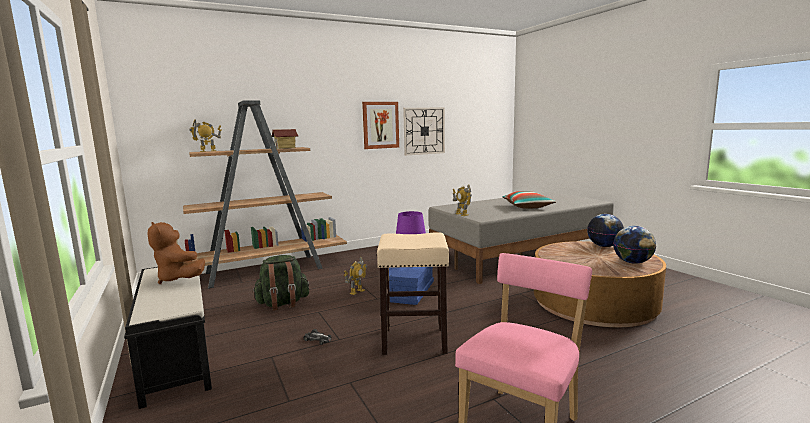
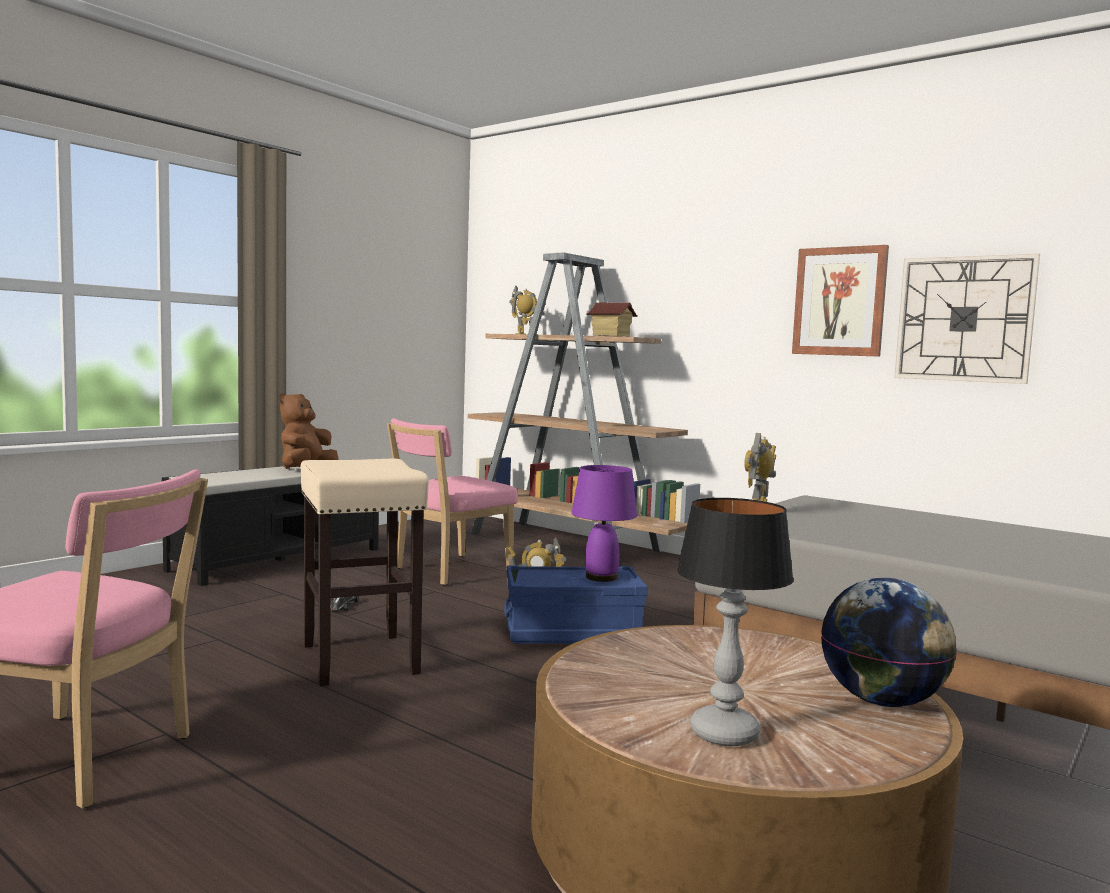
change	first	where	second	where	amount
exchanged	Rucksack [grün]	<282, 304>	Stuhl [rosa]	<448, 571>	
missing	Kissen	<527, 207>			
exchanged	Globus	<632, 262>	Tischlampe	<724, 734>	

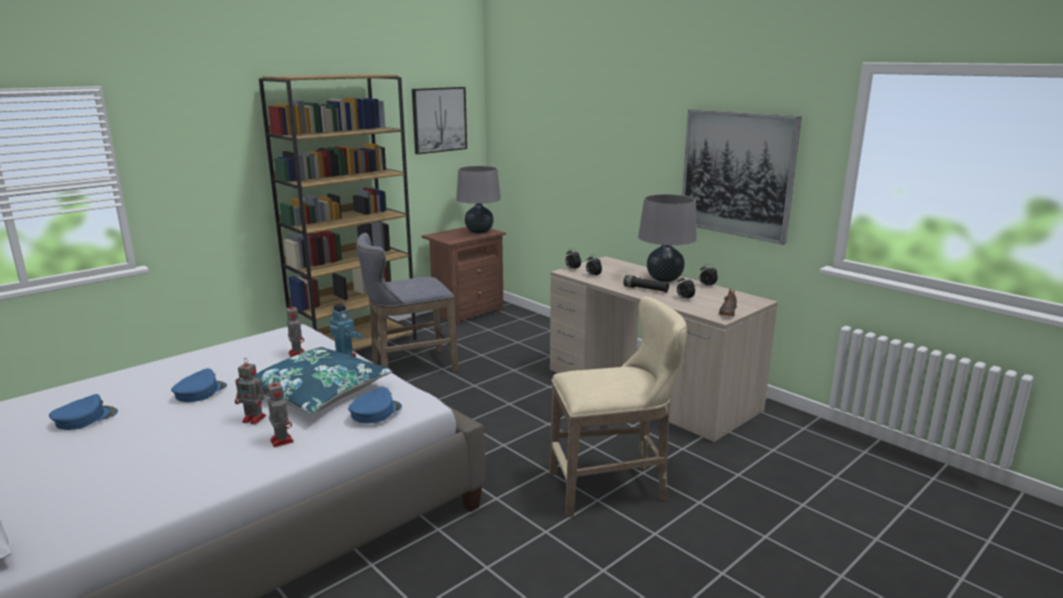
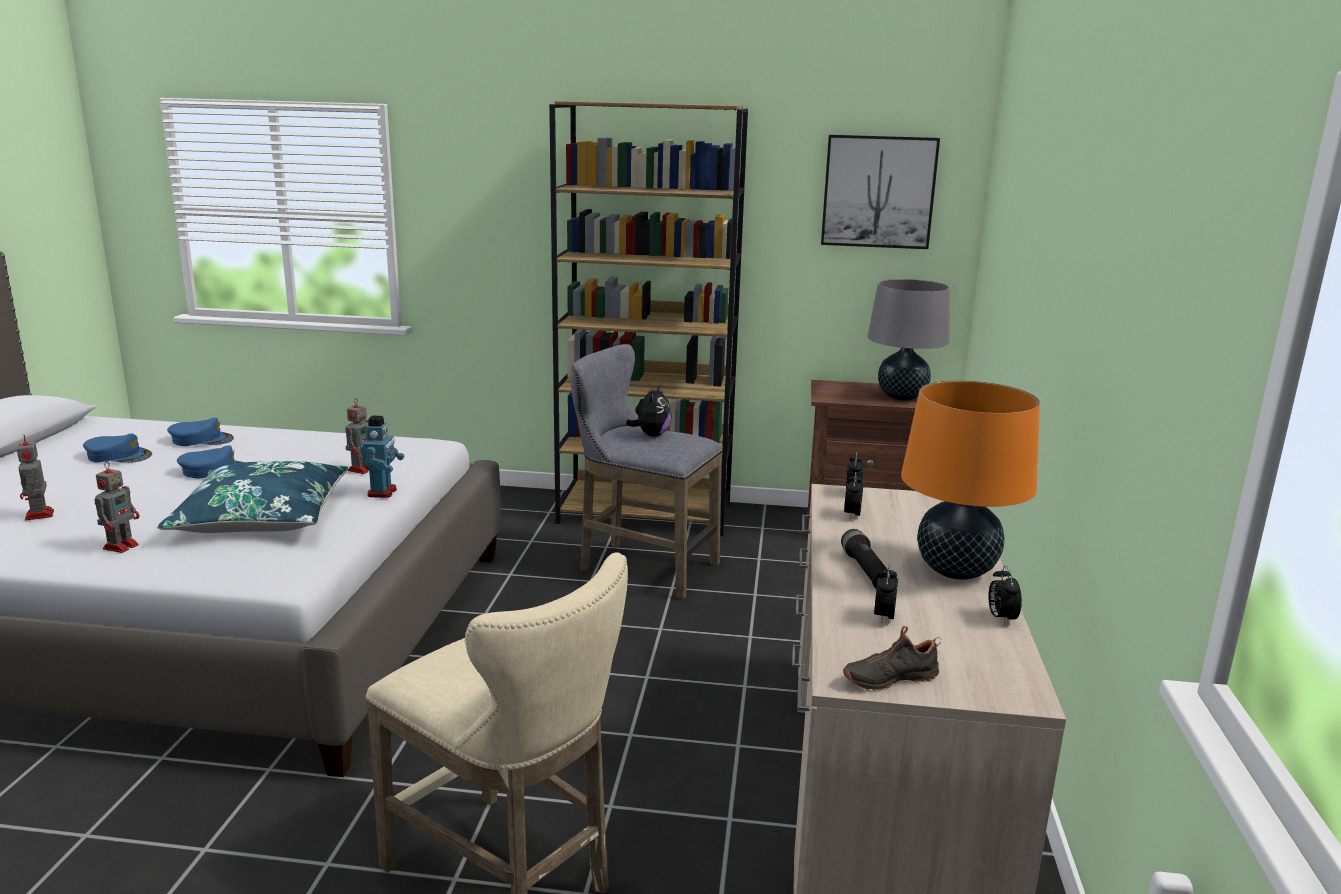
change	first	where	second	where	amount
relocated	Spielzeugroboter	<255, 419>		<39, 515>	
relocated	Kappe [blau]	<375, 412>		<201, 440>	
colour	Tischlampe [grau]	<664, 279>	Tischlampe [orange]	<956, 571>	
missing	Bild	<737, 174>			
appeared			Plüschtier	<651, 435>	

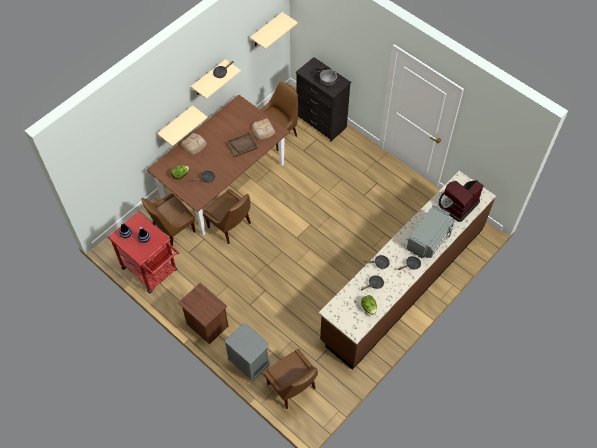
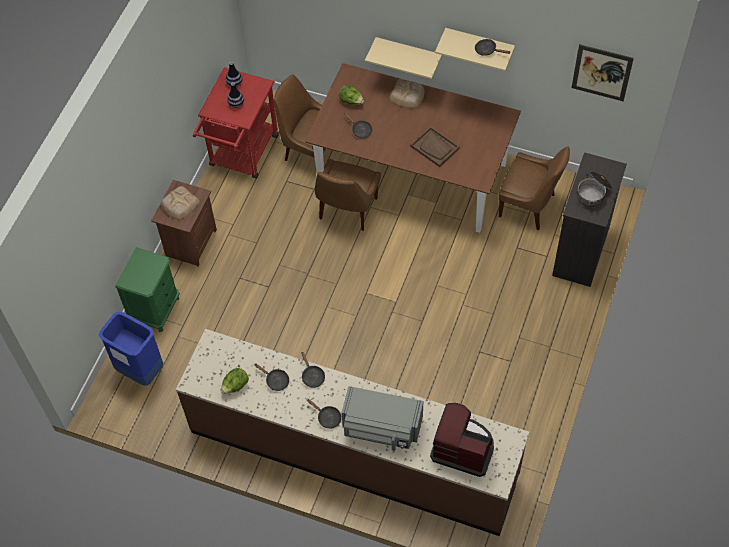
change	first	where	second	where	amount
colour	Nachttisch [grau]	<249, 363>	Nachttisch [grün]	<156, 310>	
exchanged	Wandregal [beige]	<266, 30>	Bild	<601, 72>	
relocated	Brot	<263, 130>		<179, 204>	
exchanged	Stuhl [braun]	<292, 387>	Mülleimer [blau]	<140, 371>	

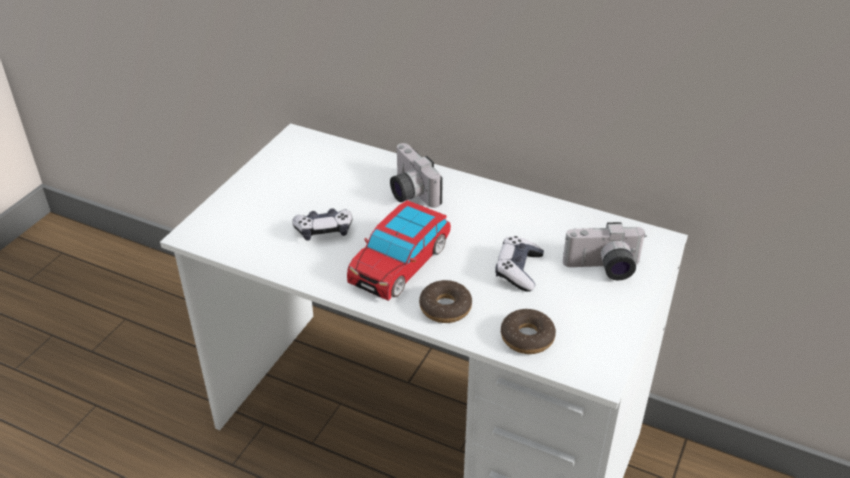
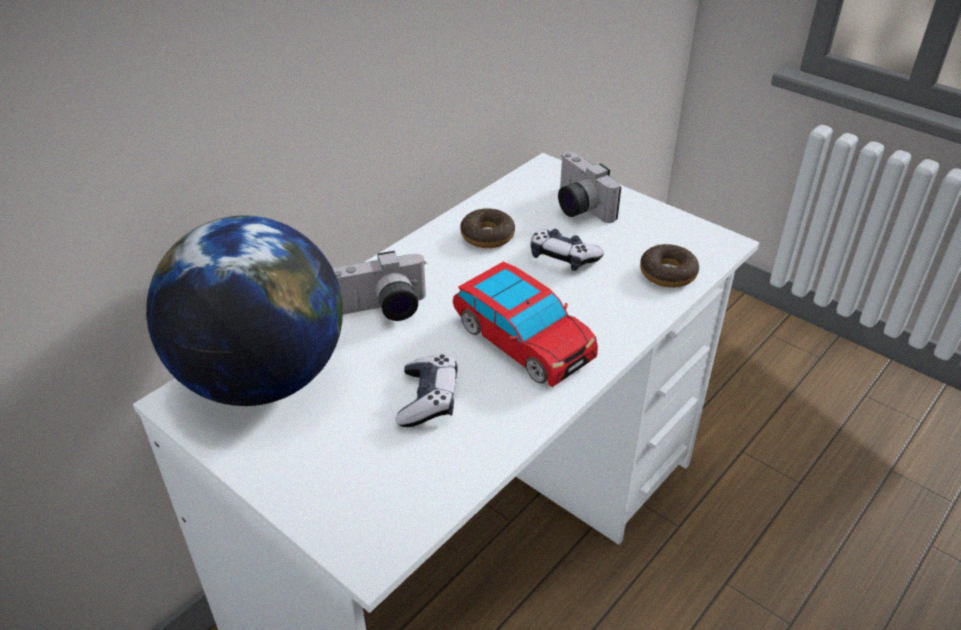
change	first	where	second	where	amount
relocated	Donut	<445, 308>		<487, 236>	
spun	Kamera	<603, 269>		<577, 207>	135 degrees clockwise
appeared			Globus	<262, 379>	

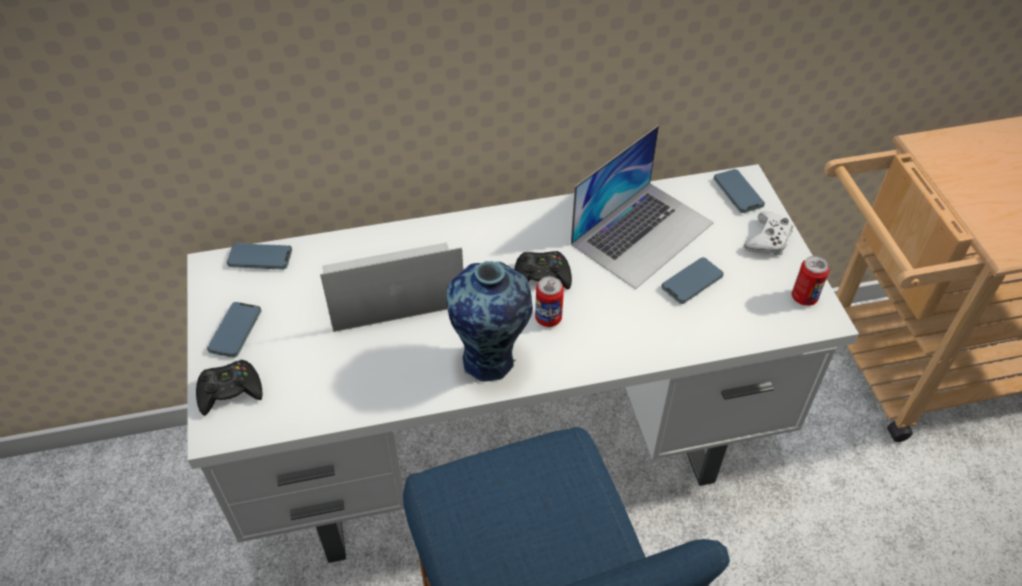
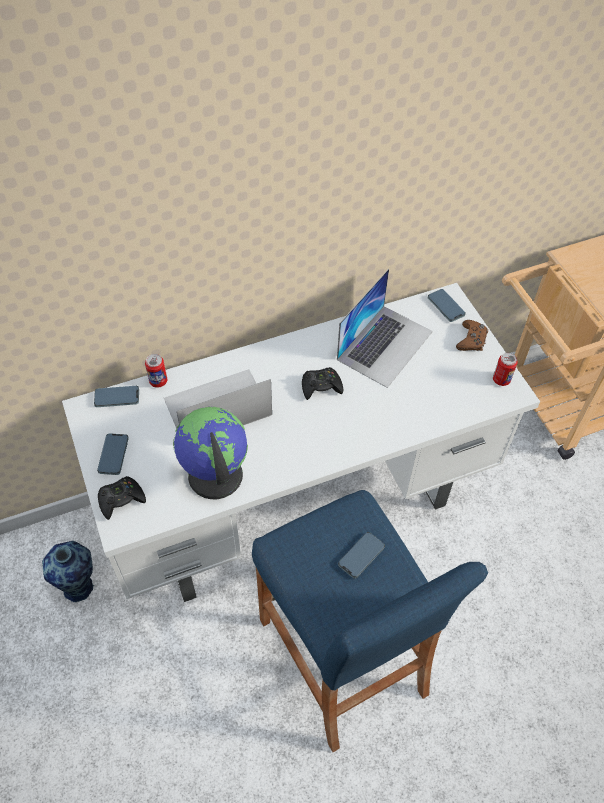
change	first	where	second	where	amount
relocated	Vase	<491, 360>		<80, 587>	
relocated	Dose	<548, 318>		<158, 381>	
relocated	Handy	<692, 282>		<361, 556>	
colour	Gamepad [weiß]	<768, 239>	Gamepad [braun]	<471, 340>	
appeared			Globus	<214, 475>	

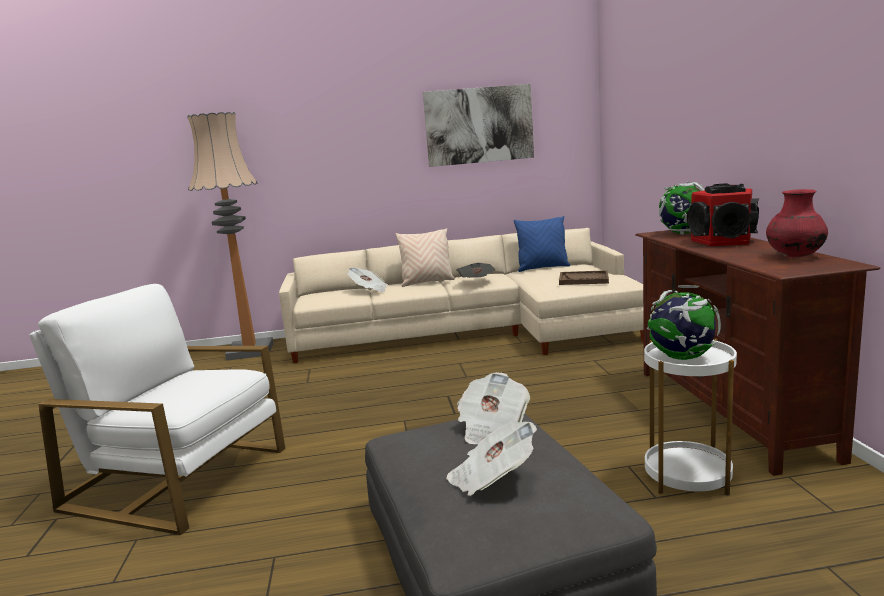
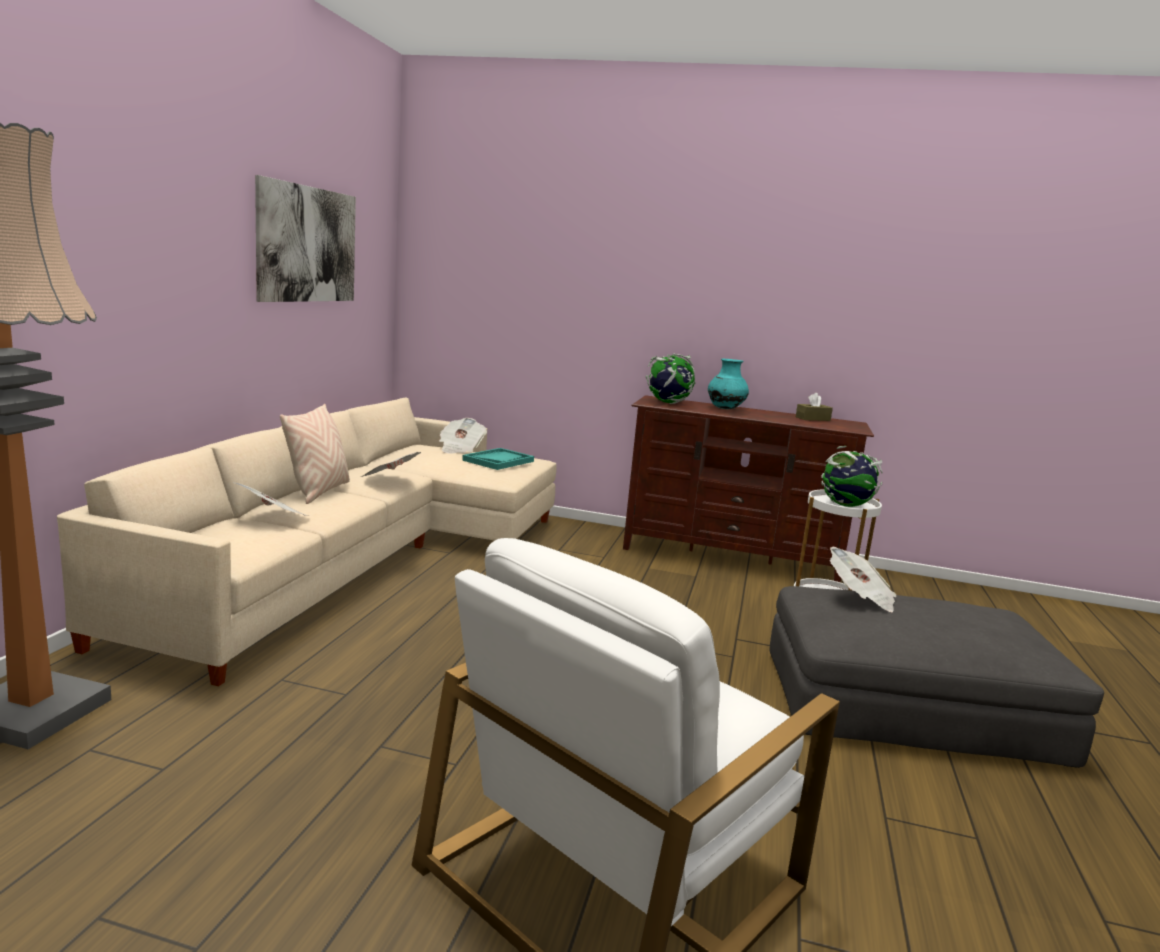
change	first	where	second	where	amount
relocated	Zeitung	<492, 478>		<460, 449>	
missing	Kissen [blau]	<542, 268>			
colour	Tablett [braun]	<584, 279>	Tablett [türkis]	<498, 461>	
exchanged	Lautsprecher	<723, 241>	Vase [türkis]	<725, 409>	
exchanged	Vase [rot]	<794, 256>	Taschentuchbox [braun]	<812, 419>	

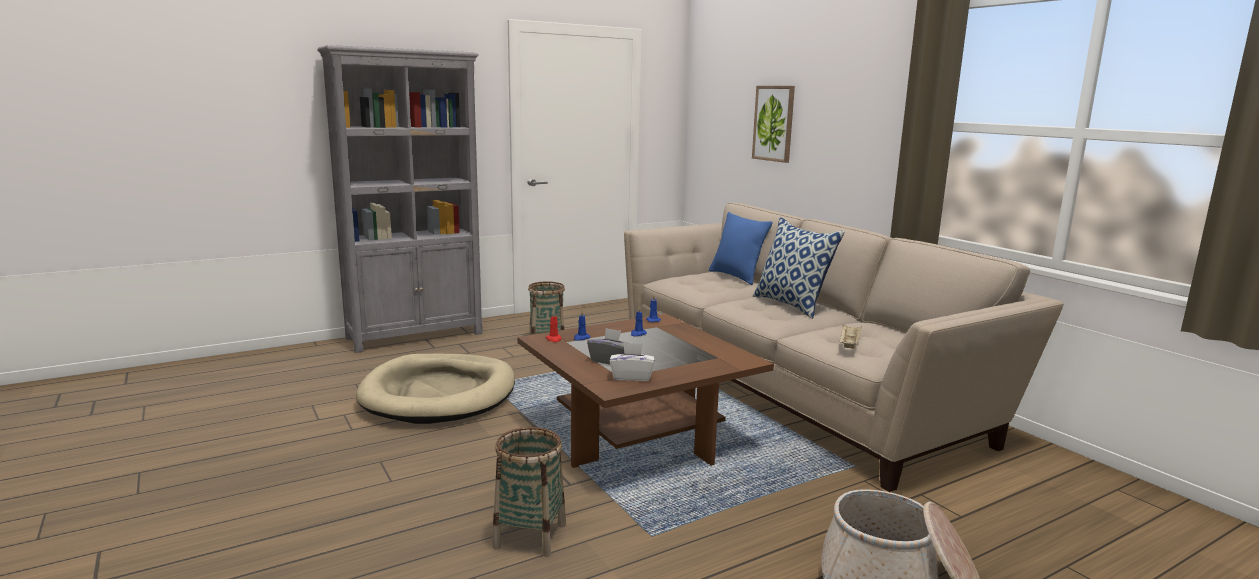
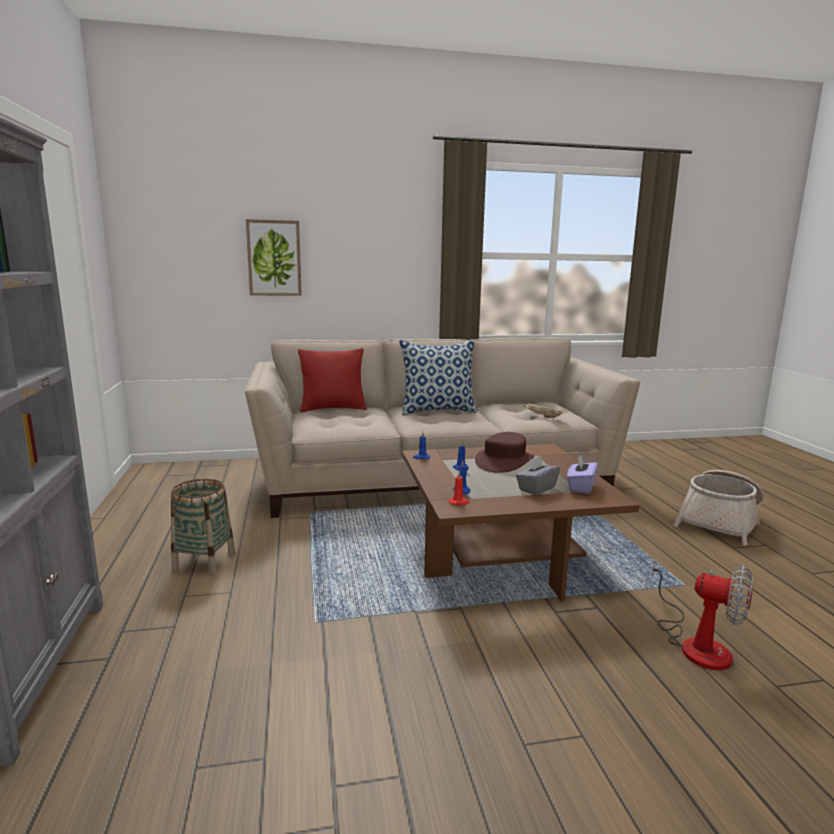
change	first	where	second	where	amount
missing	Hundebett [beige]	<439, 394>			
exchanged	Korb	<530, 535>	Ventilator	<696, 643>	
colour	Taschentuchbox [weiß]	<631, 376>	Taschentuchbox [lila]	<580, 487>	
colour	Kissen [blau]	<736, 276>	Kissen [rot]	<333, 409>	
appeared			Hut [braun]	<504, 461>	

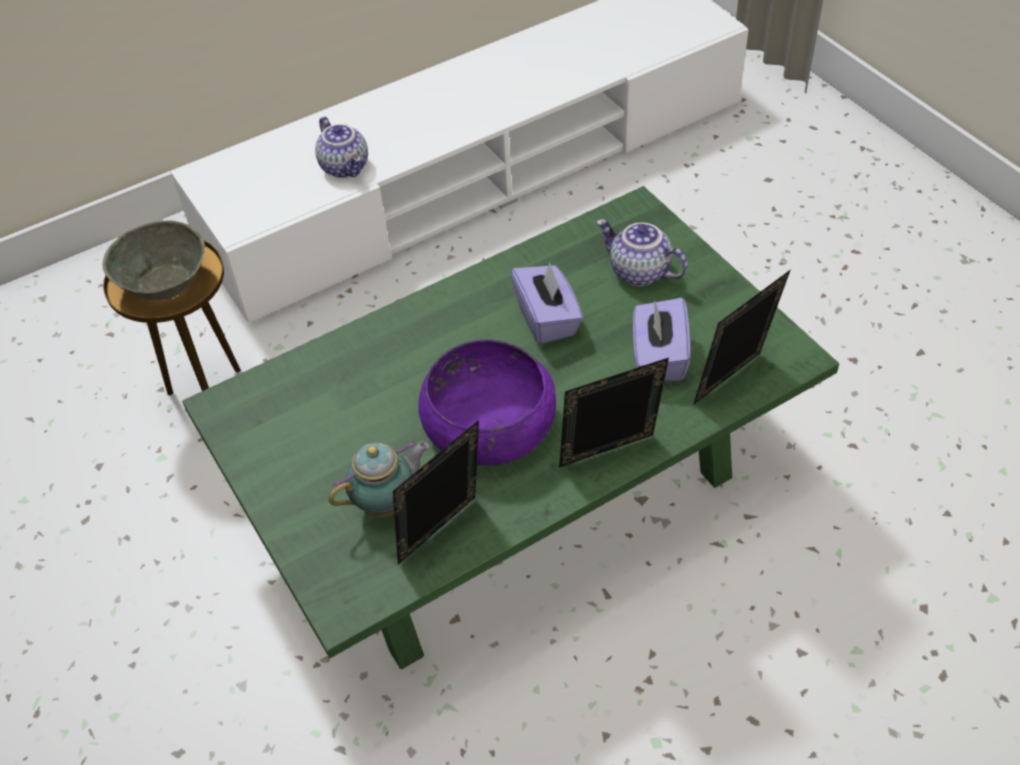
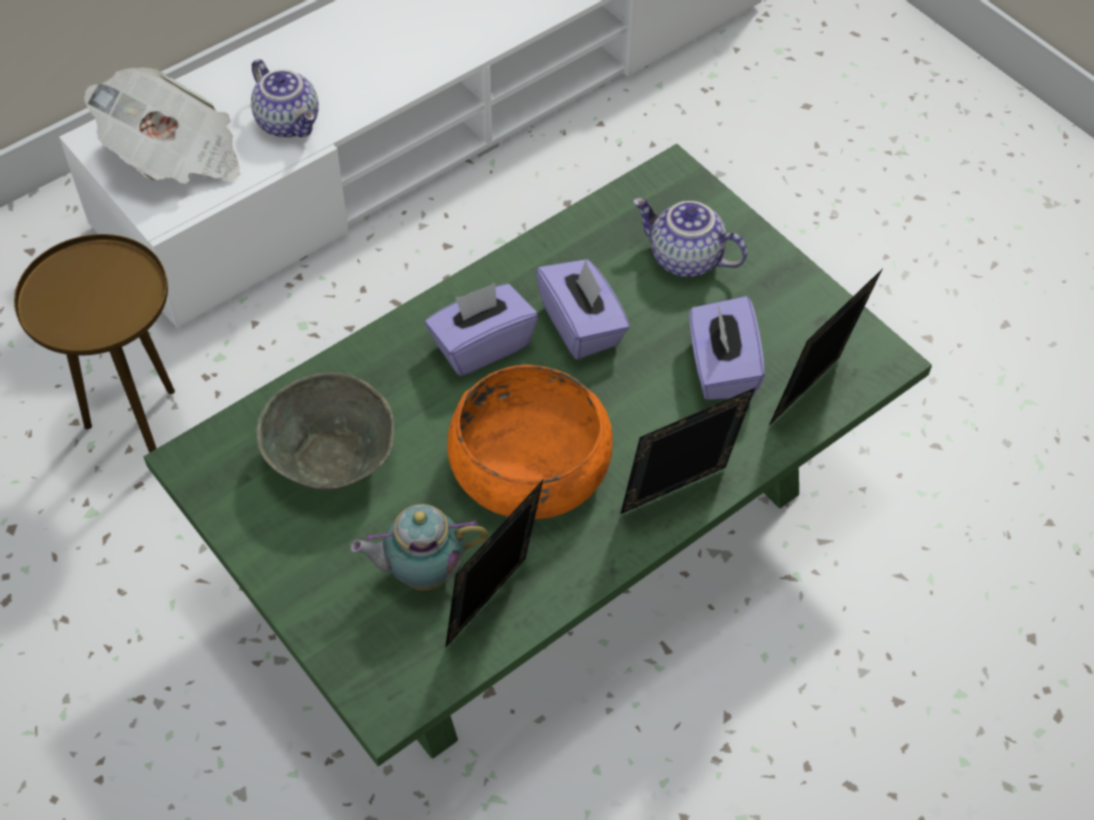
change	first	where	second	where	amount
relocated	Schüssel [grau]	<166, 282>		<333, 457>	
spun	Teekanne	<387, 503>		<421, 572>	150 degrees counterclockwise
colour	Schüssel [lila]	<489, 425>	Schüssel [orange]	<529, 466>	
appeared			Zeitung	<175, 156>	
appeared			Taschentuchbox [lila]	<481, 345>	

